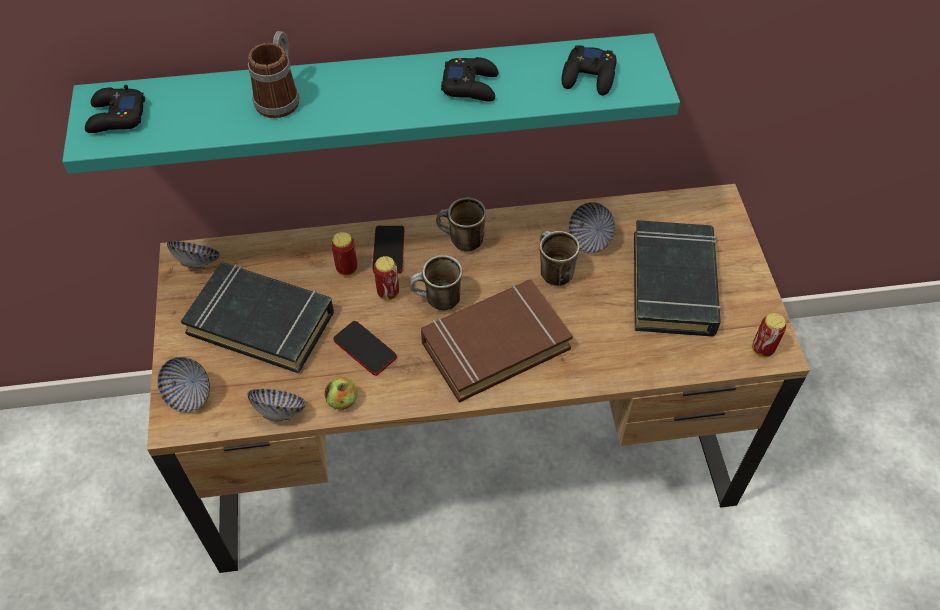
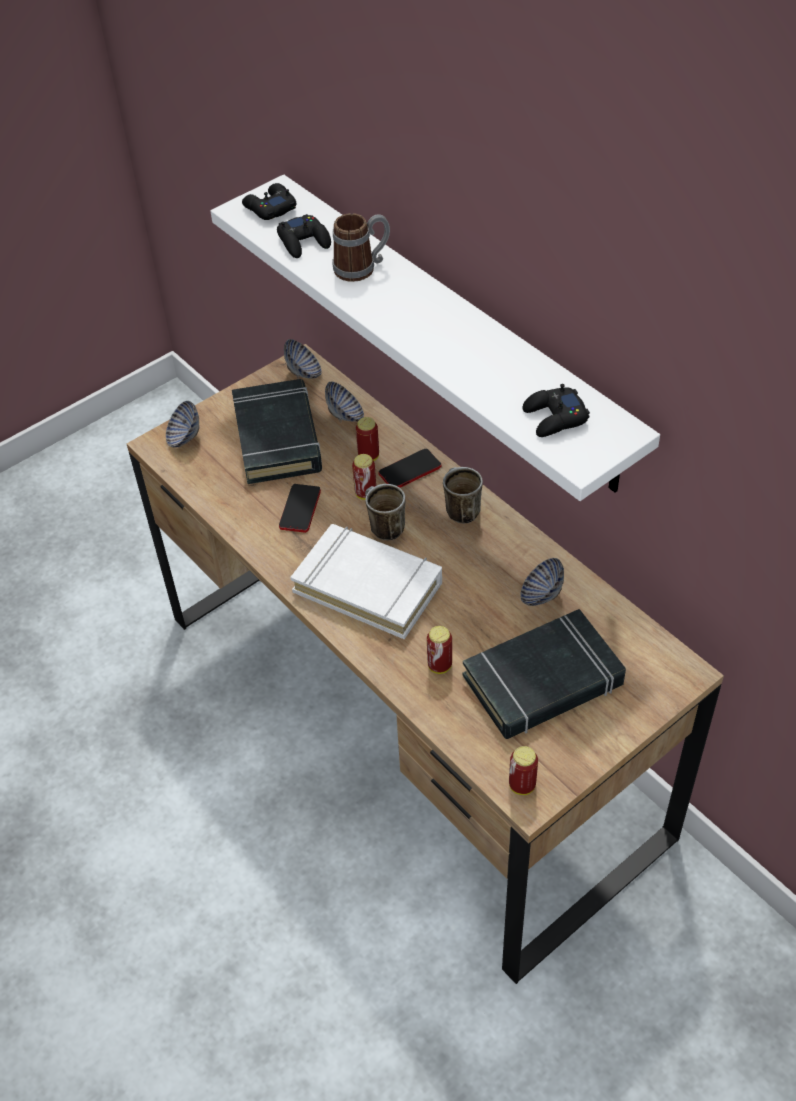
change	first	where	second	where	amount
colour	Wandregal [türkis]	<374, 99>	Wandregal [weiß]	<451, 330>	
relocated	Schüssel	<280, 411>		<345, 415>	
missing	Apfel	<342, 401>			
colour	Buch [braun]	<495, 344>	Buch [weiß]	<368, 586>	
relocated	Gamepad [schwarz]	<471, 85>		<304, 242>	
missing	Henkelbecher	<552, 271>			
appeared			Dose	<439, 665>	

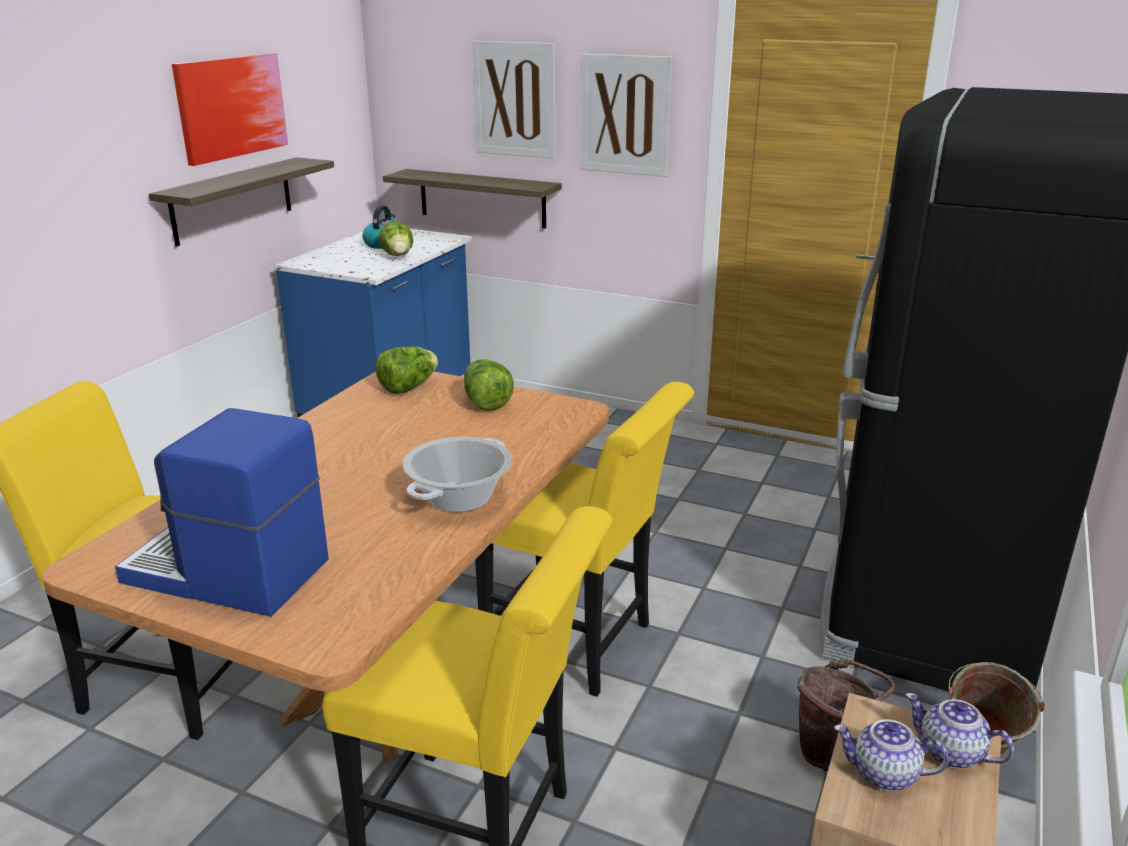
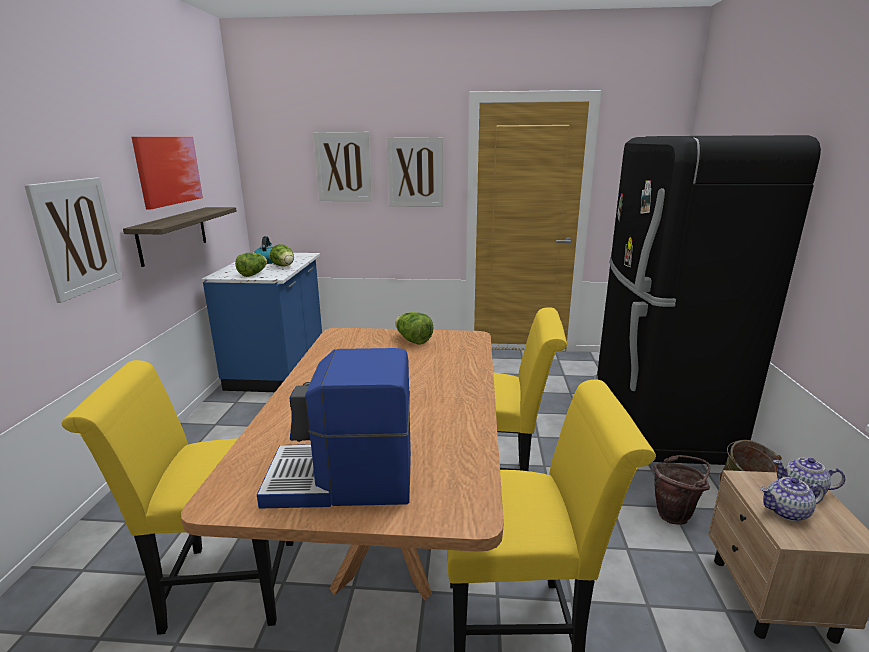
change	first	where	second	where	amount
relocated	Salatkopf	<408, 387>		<253, 274>	
missing	Wandregal	<482, 198>			
missing	Kochtopf	<460, 498>			
appeared			Bild	<77, 237>	

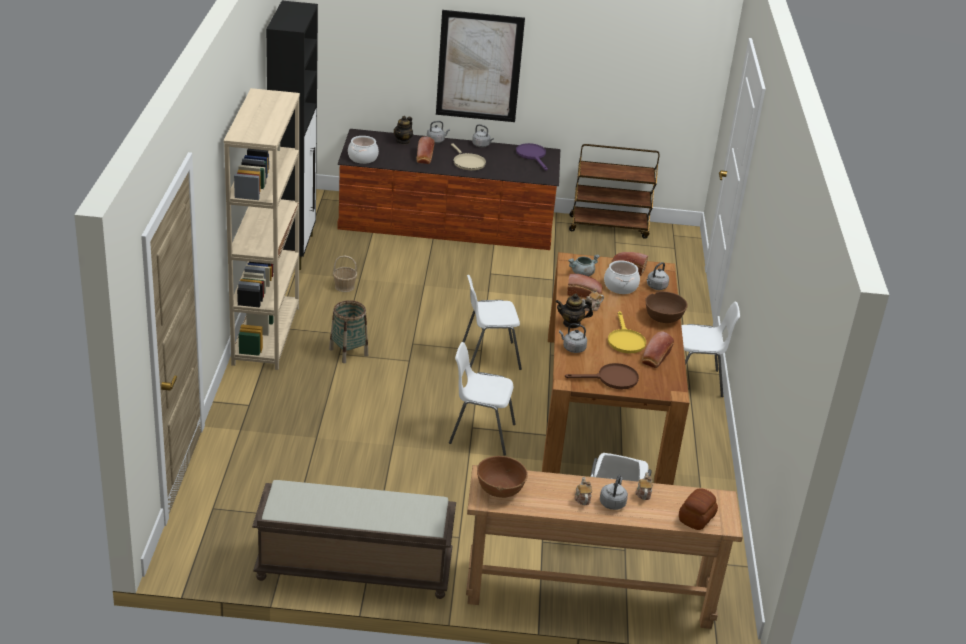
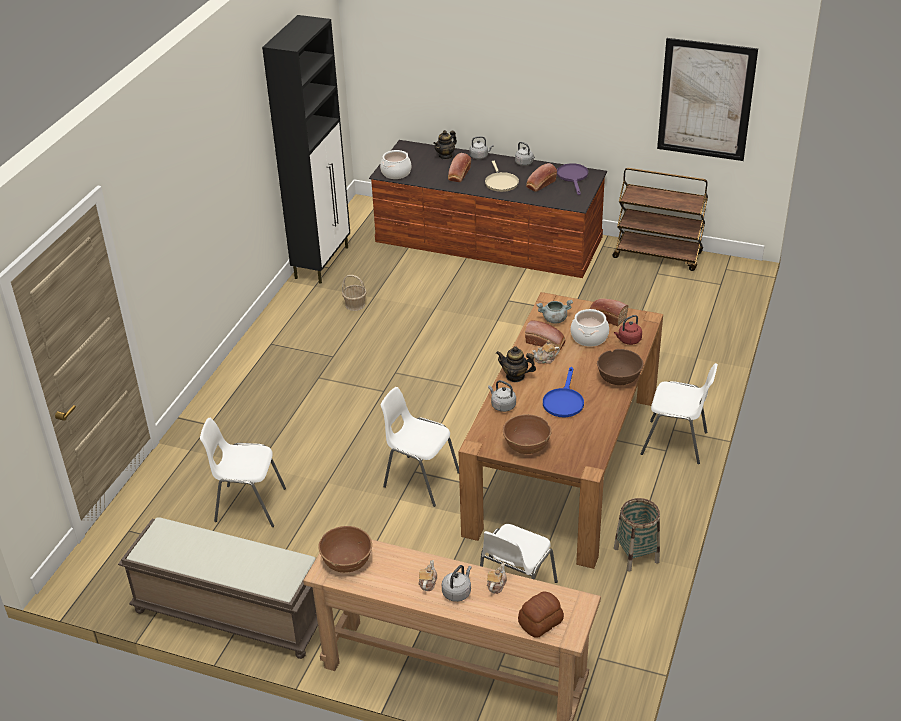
change	first	where	second	where	amount
missing	Bücherregal [beige]	<266, 335>			
relocated	Korb	<348, 352>		<636, 555>	
relocated	Bild	<479, 66>		<705, 100>	
relocated	Stuhl [weiß]	<489, 356>		<248, 505>	
exchanged	Pfanne [braun]	<611, 379>	Schüssel [braun]	<526, 446>	
colour	Pfanne [gelb]	<625, 340>	Pfanne [blau]	<563, 401>	
relocated	Brot	<655, 358>		<540, 184>	
colour	Wasserkessel [grau]	<656, 287>	Wasserkessel [rot]	<628, 340>	

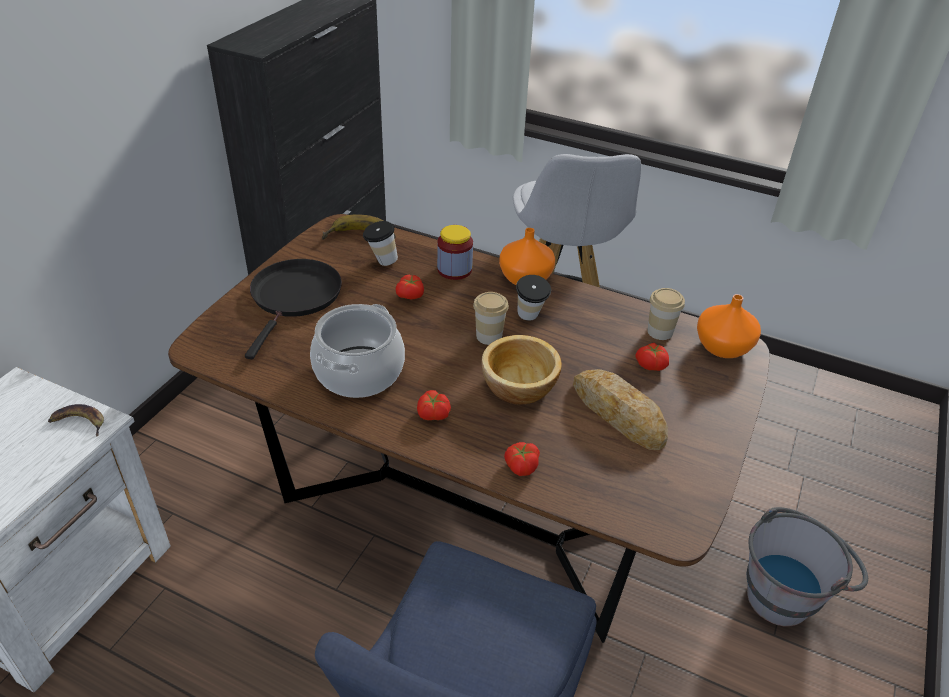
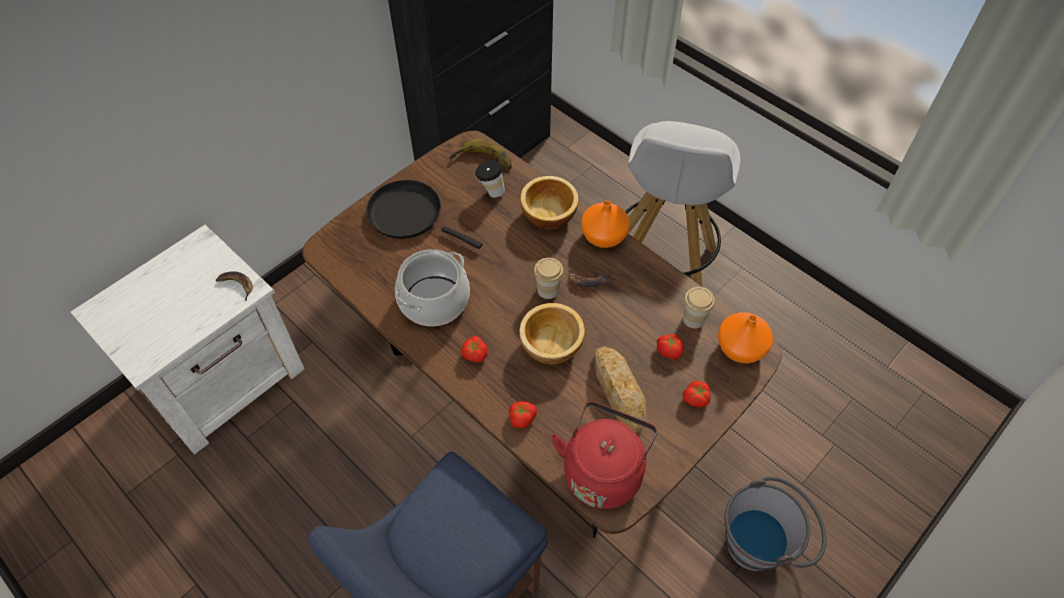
change	first	where	second	where	amount
spun	Pfanne [schwarz]	<295, 297>		<410, 215>	90 degrees counterclockwise
relocated	Tomate	<411, 295>		<696, 399>	
exchanged	Vorratsglas	<454, 270>	Schüssel	<548, 213>	
exchanged	Tasse	<530, 318>	Banane	<589, 279>	
appeared			Wasserkessel [rot]	<603, 470>	

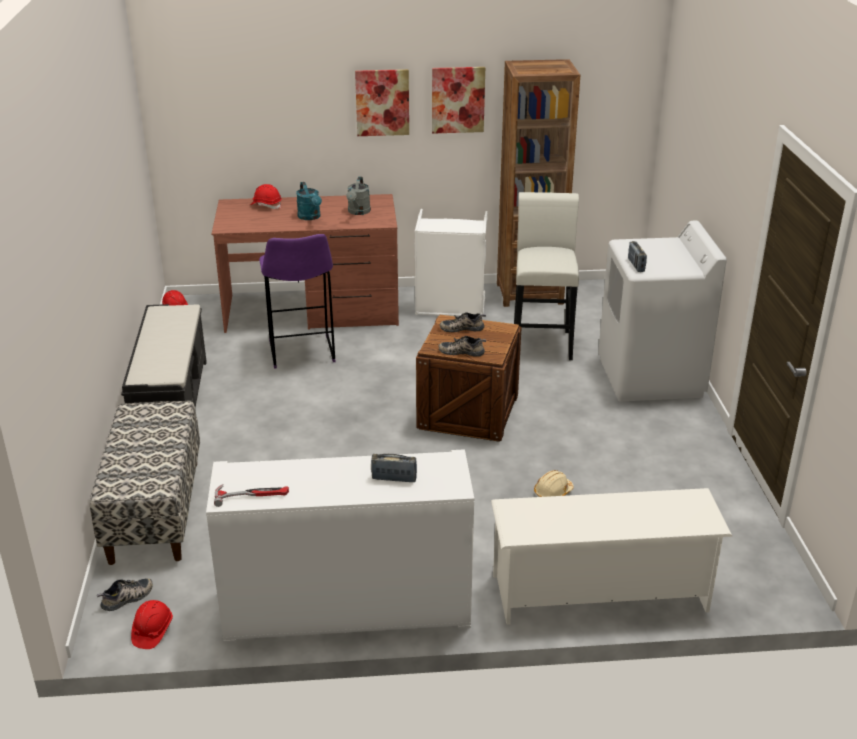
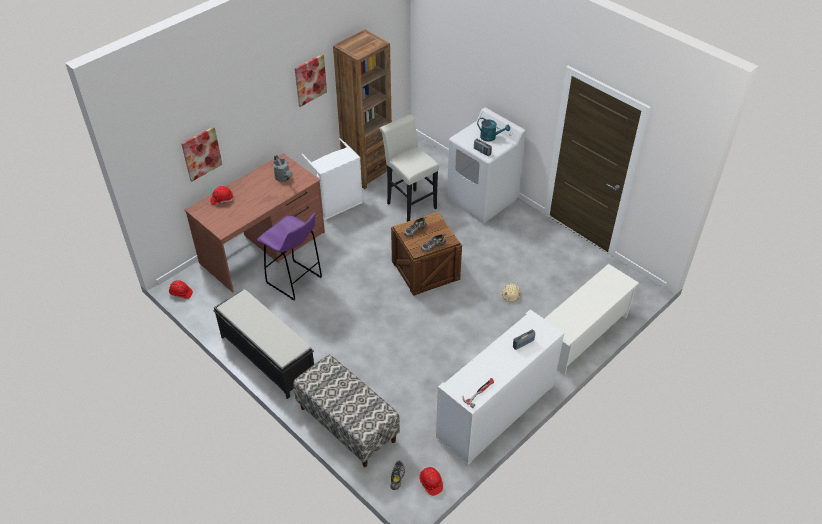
change	first	where	second	where	amount
relocated	Gießkanne [türkis]	<310, 217>		<491, 137>	
relocated	Bild	<382, 102>		<201, 153>	

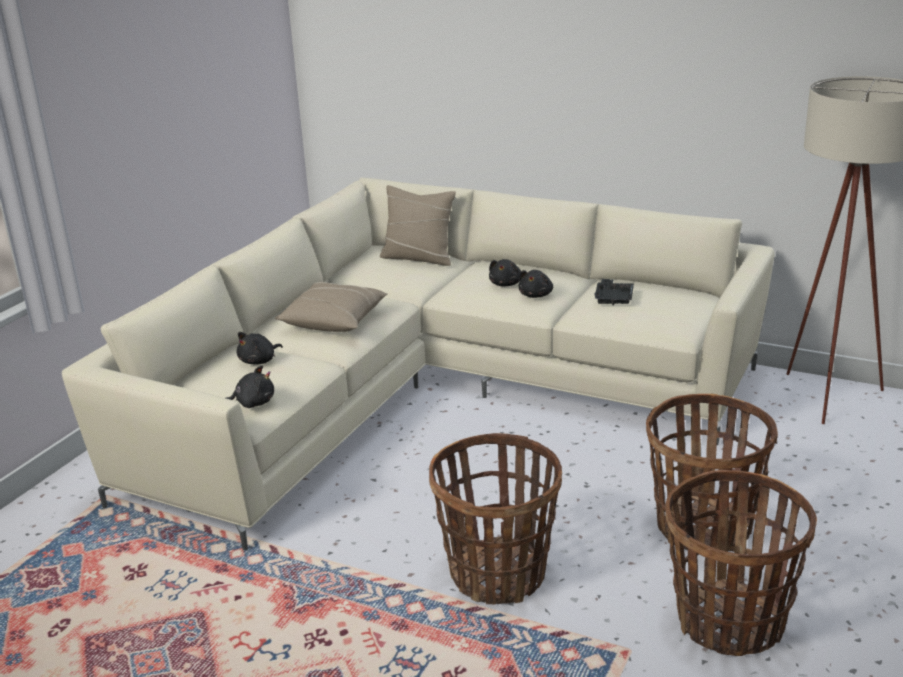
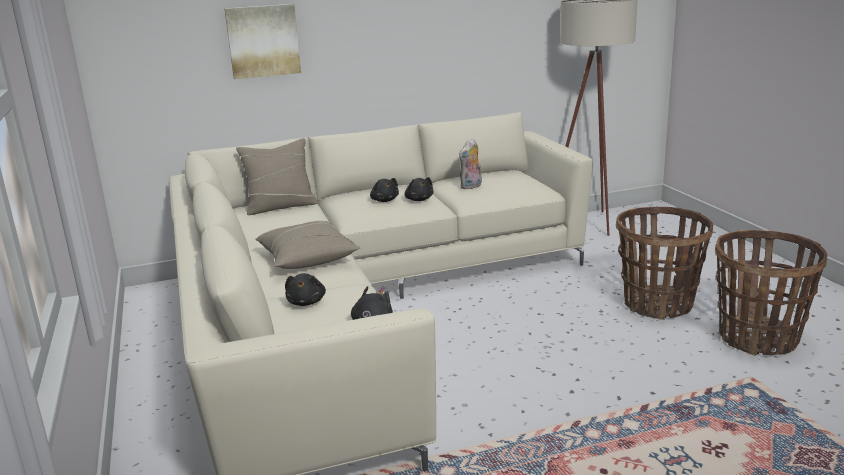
change	first	where	second	where	amount
missing	Korb	<498, 574>			
exchanged	Tablett [schwarz]	<613, 298>	Plüschtier	<471, 186>	
appeared			Bild	<263, 41>	

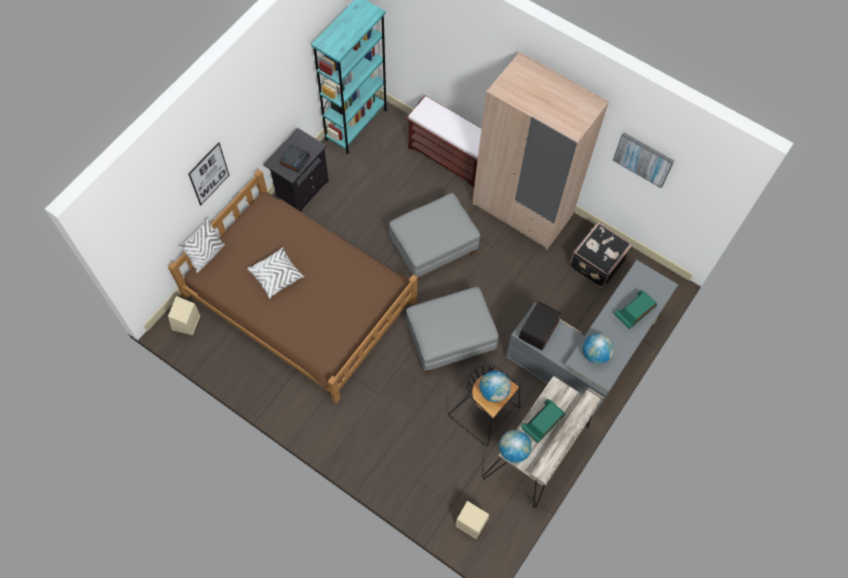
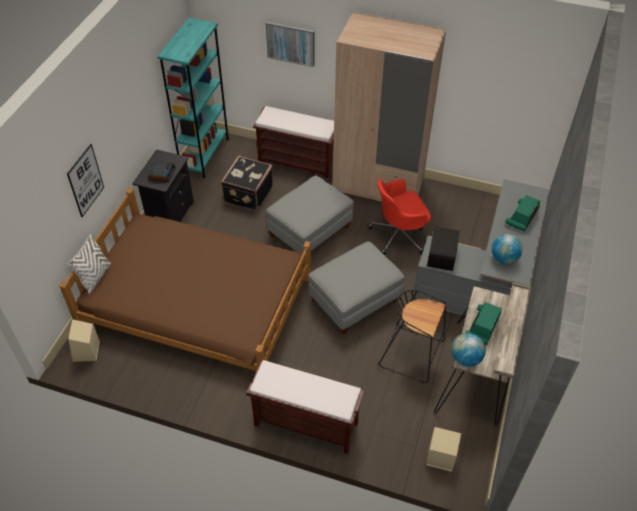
change	first	where	second	where	amount
missing	Kissen [weiß]	<276, 275>			
missing	Globus	<493, 391>			
relocated	Koffer [schwarz]	<596, 262>		<247, 194>	
relocated	Bild	<643, 159>		<290, 43>	
appeared			Bank [braun]	<305, 424>	
appeared			Bürostuhl [rot]	<399, 235>	

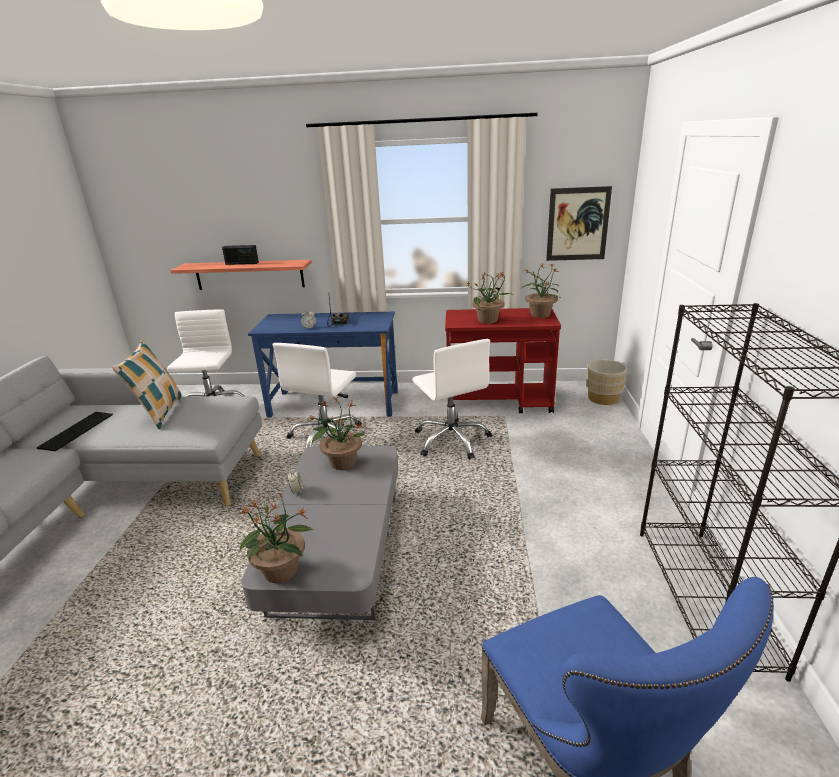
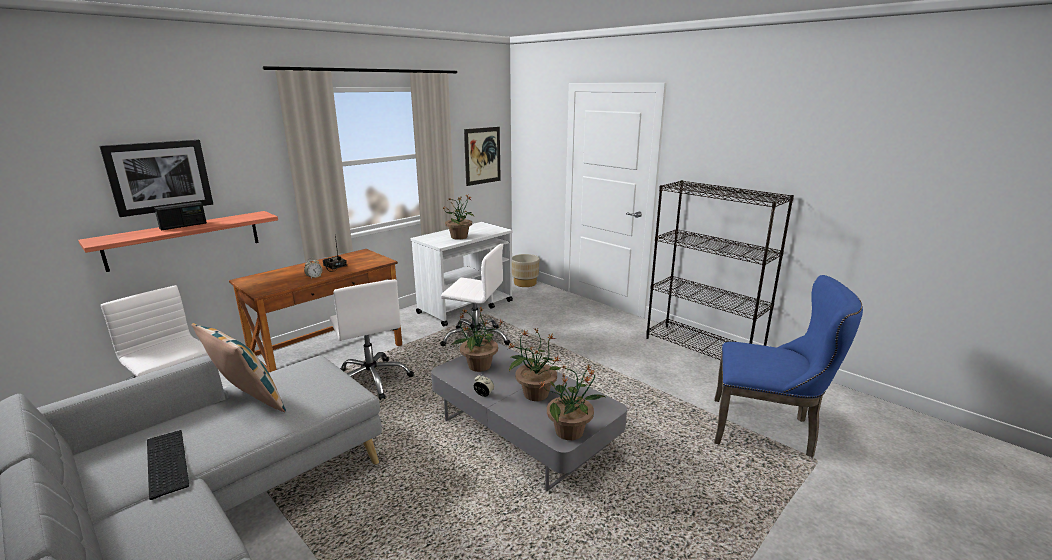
change	first	where	second	where	amount
colour	Schreibtisch [blau]	<334, 403>	Schreibtisch [braun]	<330, 356>	
colour	Rollwagen [rot]	<499, 402>	Rollwagen [weiß]	<466, 307>	
relocated	Topfpflanze	<540, 314>		<535, 393>	
appeared			Bild	<160, 177>	

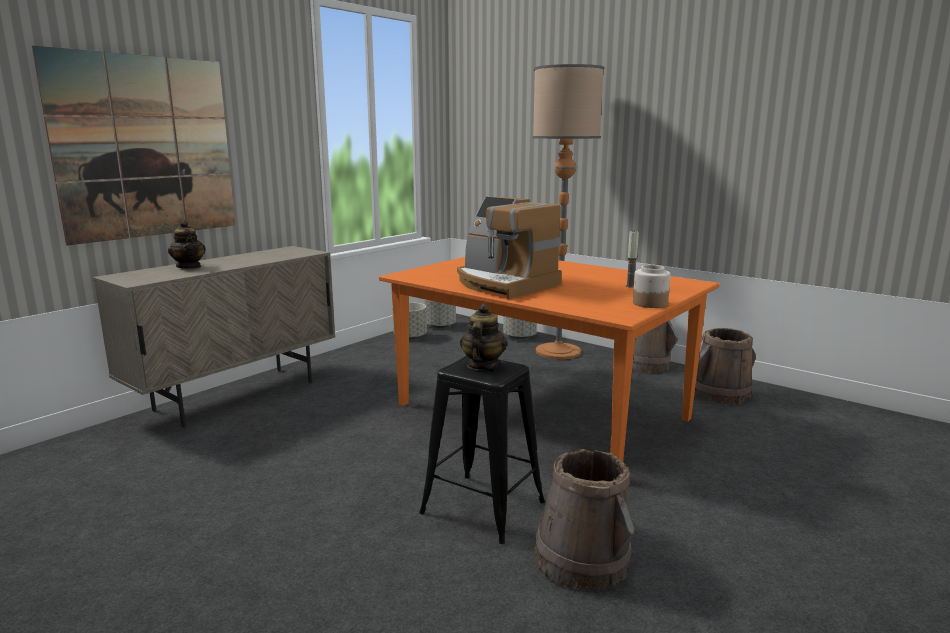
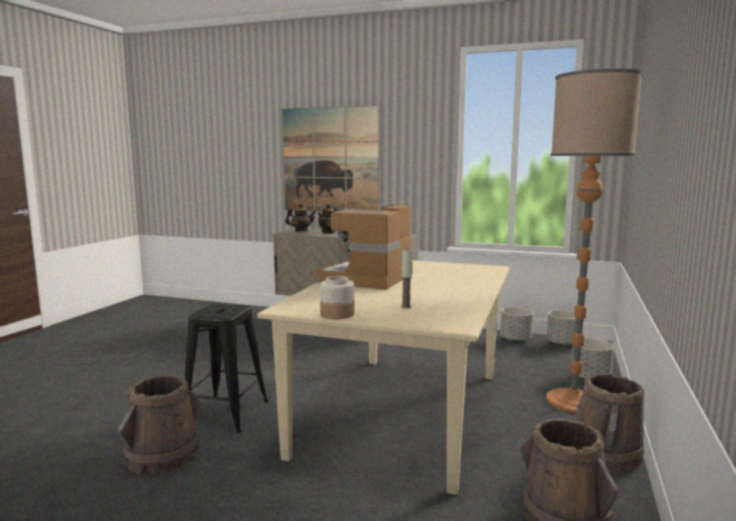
change	first	where	second	where	amount
colour	Esstisch [orange]	<542, 411>	Esstisch [beige]	<404, 413>	
relocated	Teekanne	<482, 365>		<301, 231>	

